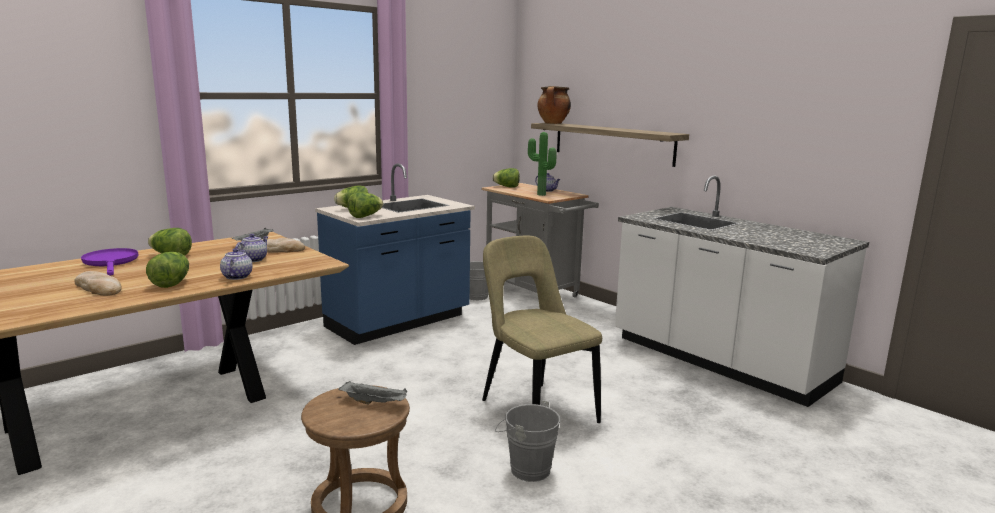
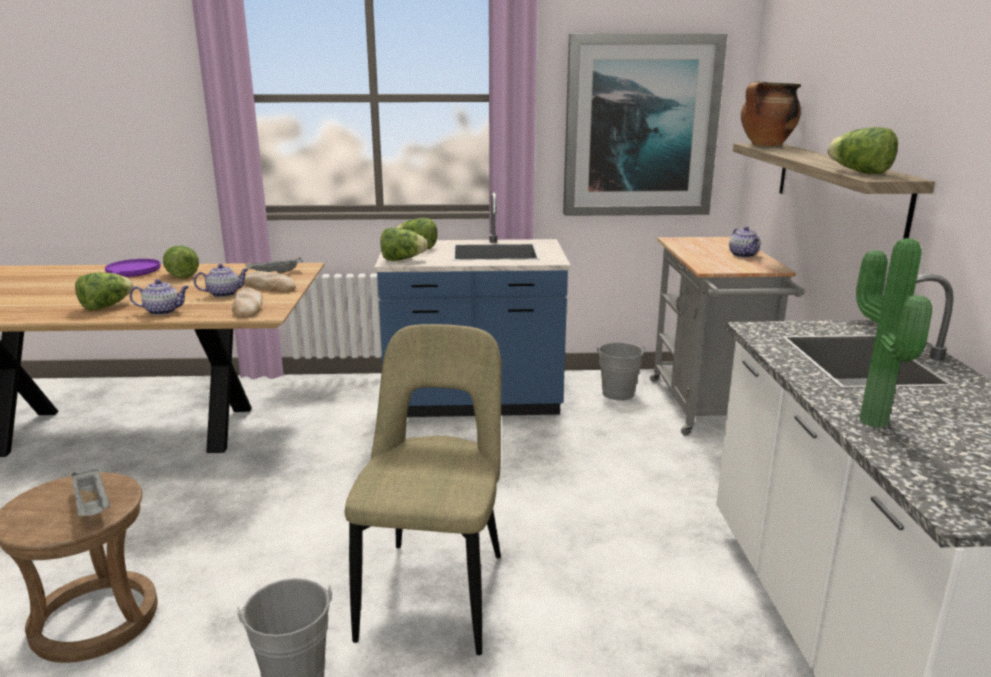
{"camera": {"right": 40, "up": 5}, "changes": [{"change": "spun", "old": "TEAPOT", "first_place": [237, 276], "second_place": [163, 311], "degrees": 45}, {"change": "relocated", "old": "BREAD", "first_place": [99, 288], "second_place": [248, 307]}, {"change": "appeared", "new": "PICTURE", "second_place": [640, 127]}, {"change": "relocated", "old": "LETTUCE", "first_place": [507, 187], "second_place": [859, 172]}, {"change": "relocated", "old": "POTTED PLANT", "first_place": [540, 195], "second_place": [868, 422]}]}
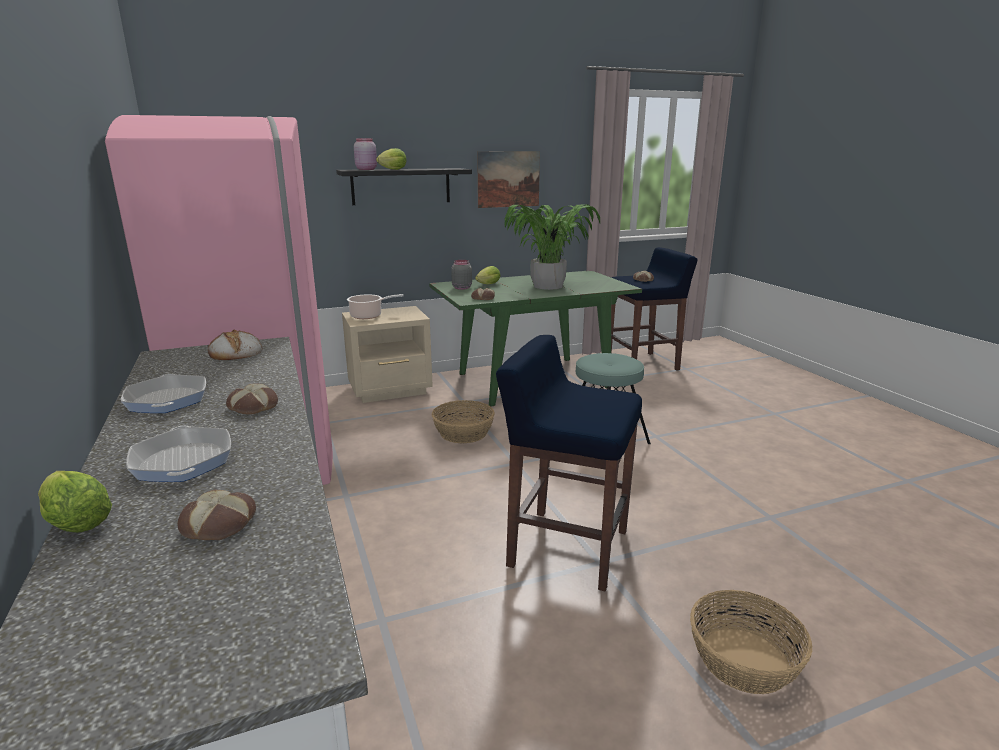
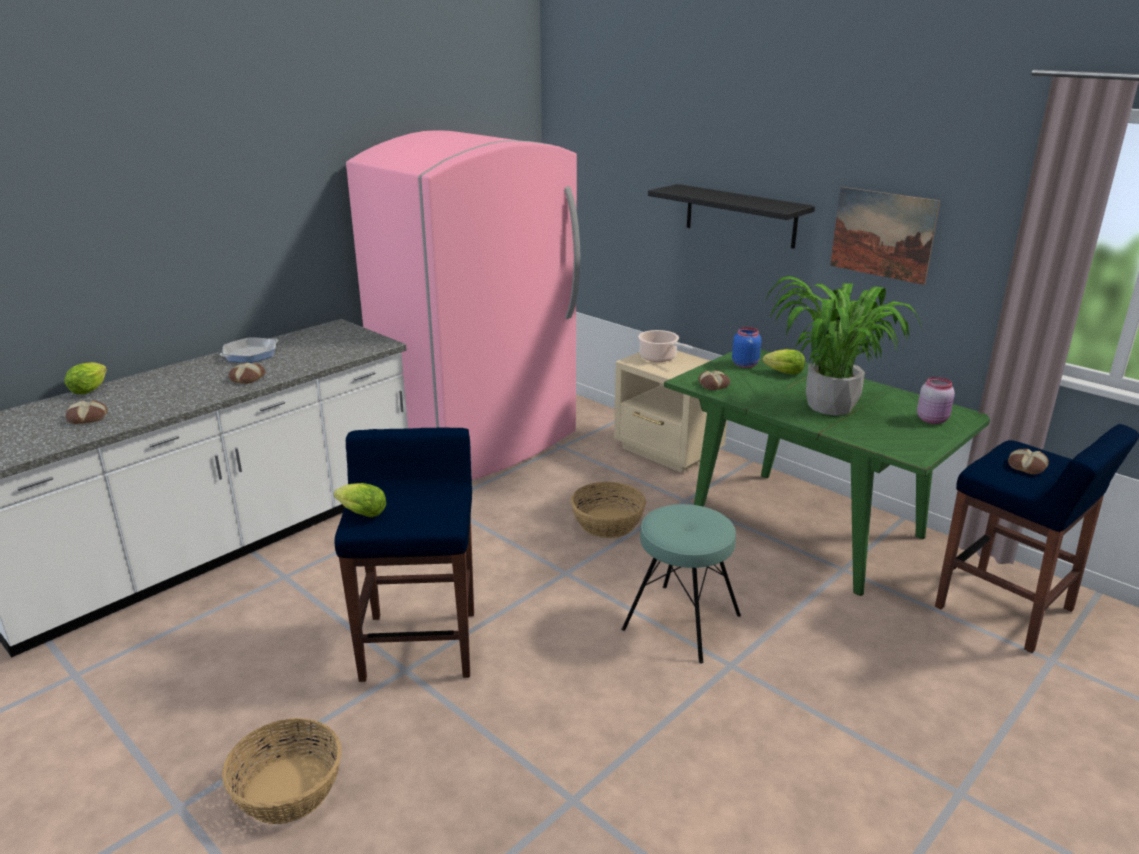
{"camera": {"right": 65, "up": 5}, "changes": [{"change": "relocated", "old": "LETTUCE", "first_place": [391, 169], "second_place": [360, 513]}, {"change": "colour", "old": "GREY JAR", "new": "BLUE JAR", "first_place": [461, 288], "second_place": [745, 364]}, {"change": "relocated", "old": "PINK JAR", "first_place": [366, 169], "second_place": [932, 419]}, {"change": "missing", "old": "FRYING PAN", "first_place": [183, 462]}, {"change": "missing", "old": "BREAD", "first_place": [235, 353]}]}
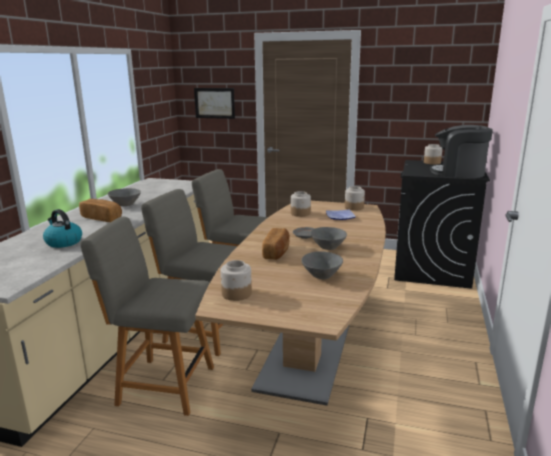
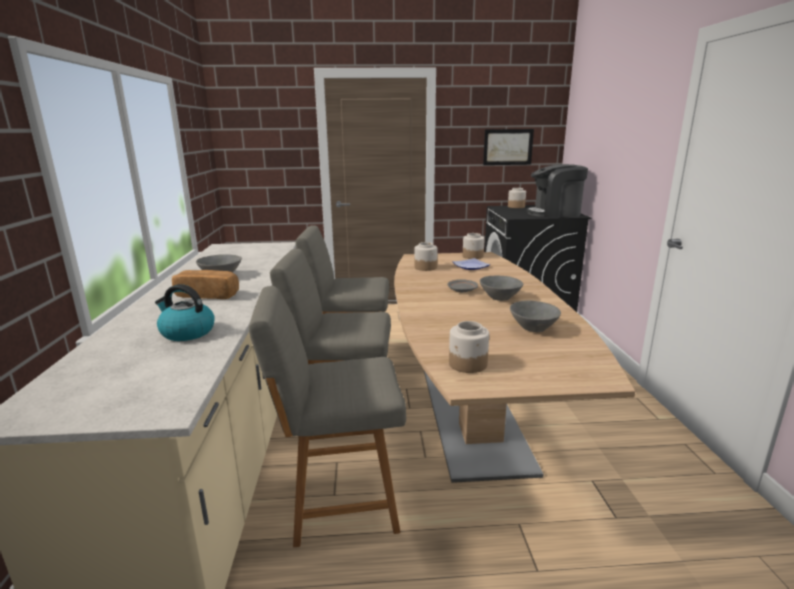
{"camera": {"right": -20, "up": 0}, "changes": [{"change": "relocated", "old": "PICTURE", "first_place": [214, 103], "second_place": [508, 147]}, {"change": "missing", "old": "BREAD", "first_place": [277, 252]}]}
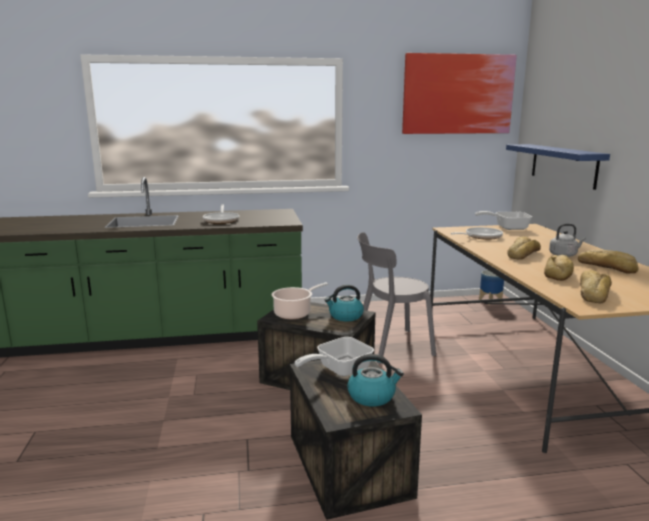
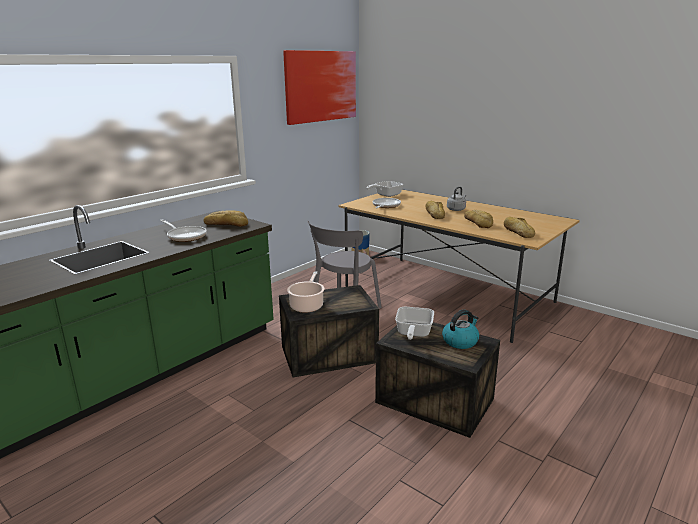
{"camera": {"right": -40, "up": 5}, "changes": [{"change": "relocated", "old": "BREAD", "first_place": [607, 267], "second_place": [226, 224]}, {"change": "missing", "old": "KETTLE", "first_place": [345, 316]}, {"change": "missing", "old": "BLUE SHELF", "first_place": [563, 165]}]}
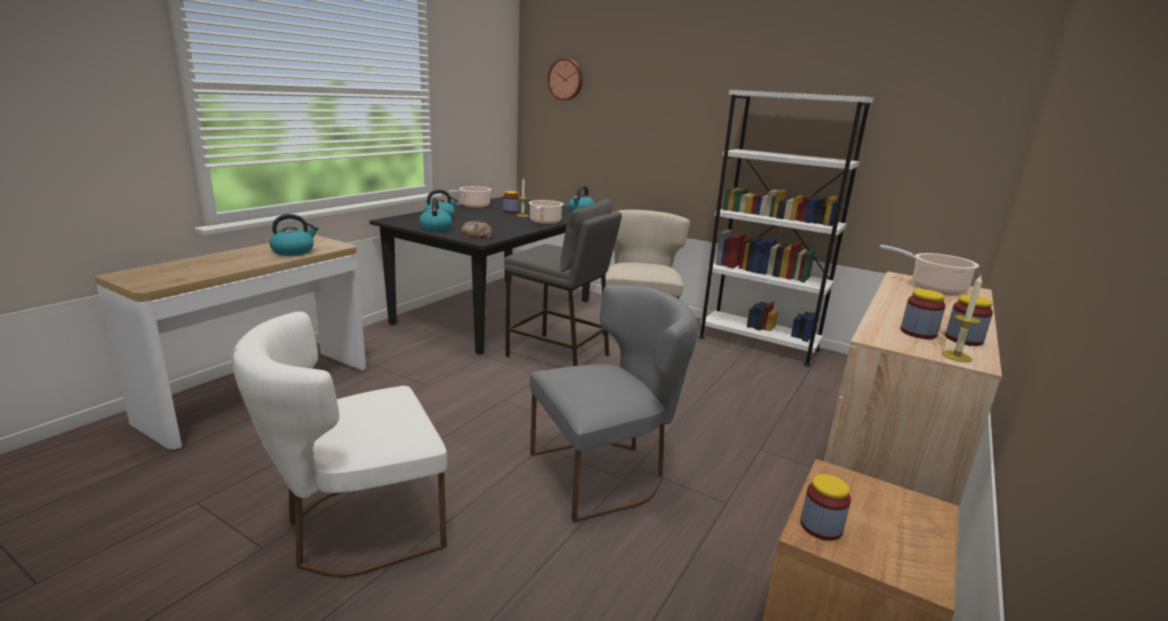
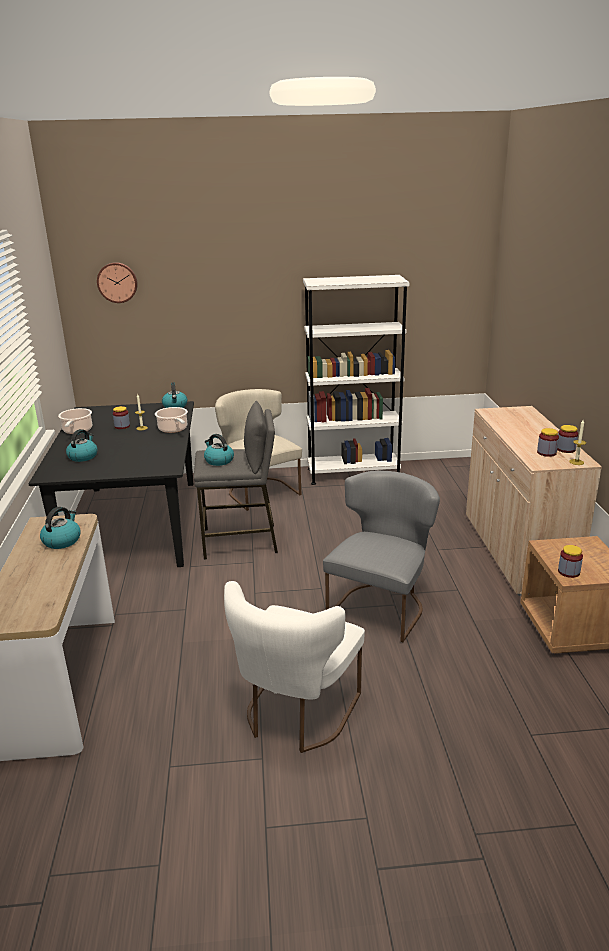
{"camera": {"right": -35, "up": 5}, "changes": [{"change": "relocated", "old": "KETTLE", "first_place": [435, 228], "second_place": [218, 460]}, {"change": "missing", "old": "BREAD", "first_place": [476, 235]}, {"change": "missing", "old": "COOKING POT", "first_place": [933, 288]}]}
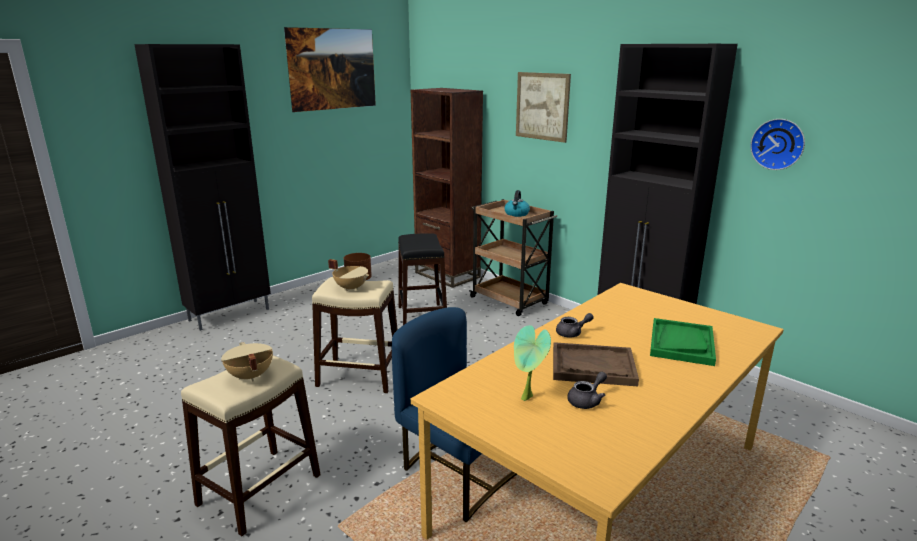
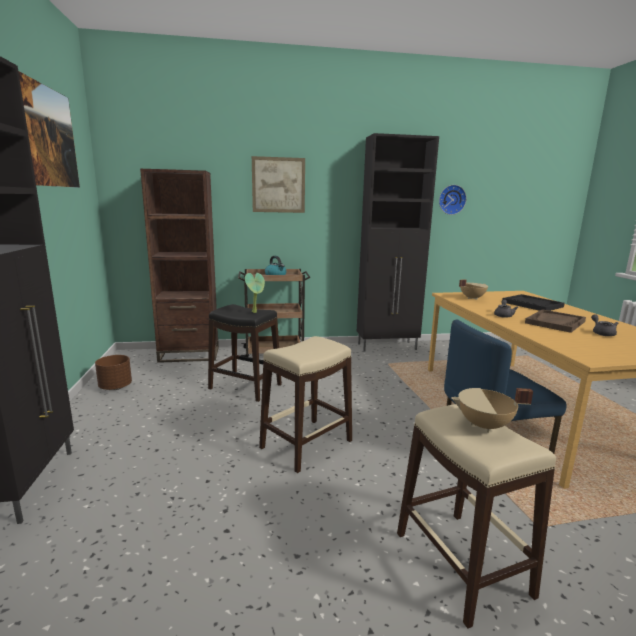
{"camera": {"right": -55, "up": -5}, "changes": [{"change": "relocated", "old": "POTTED PLANT", "first_place": [527, 399], "second_place": [255, 312]}, {"change": "relocated", "old": "BEIGE COOKING POT", "first_place": [351, 288], "second_place": [471, 298]}, {"change": "colour", "old": "GREEN TRAY", "new": "BLACK TRAY", "first_place": [681, 343], "second_place": [532, 304]}]}
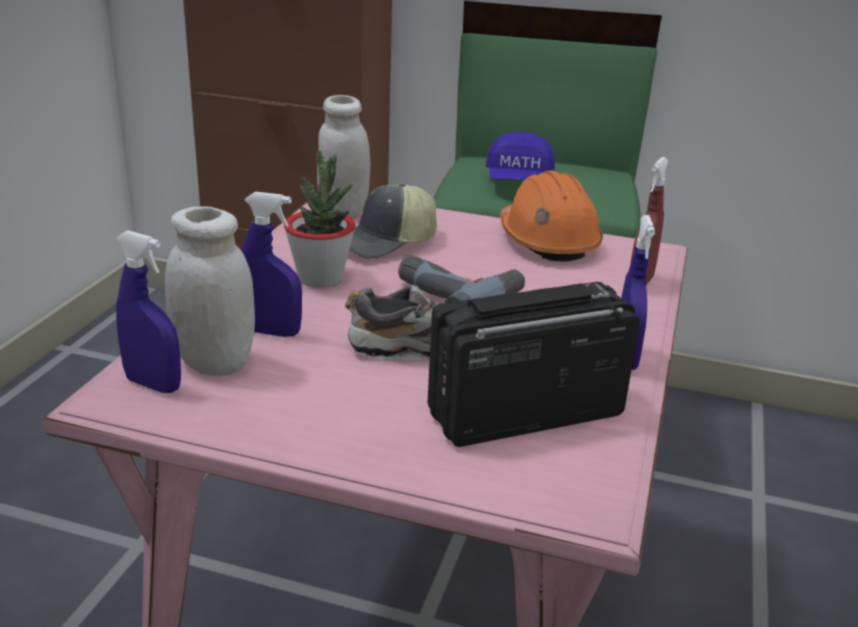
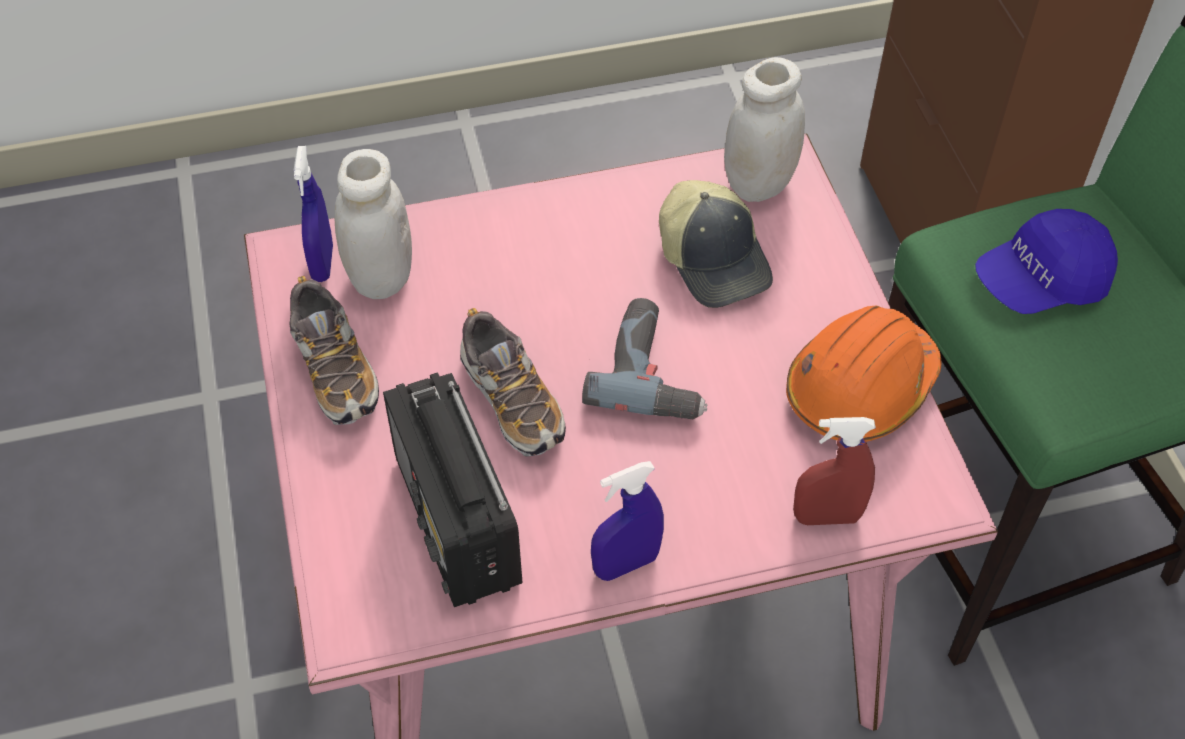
{"camera": {"right": 60, "up": 25}, "changes": [{"change": "appeared", "new": "SHOE", "second_place": [335, 370]}, {"change": "spun", "old": "RADIO", "first_place": [523, 414], "second_place": [457, 523], "degrees": -150}, {"change": "spun", "old": "CAP", "first_place": [386, 243], "second_place": [715, 259], "degrees": -135}, {"change": "missing", "old": "BLUE SPRAY BOTTLE", "first_place": [271, 332]}, {"change": "missing", "old": "POTTED PLANT", "first_place": [320, 279]}]}
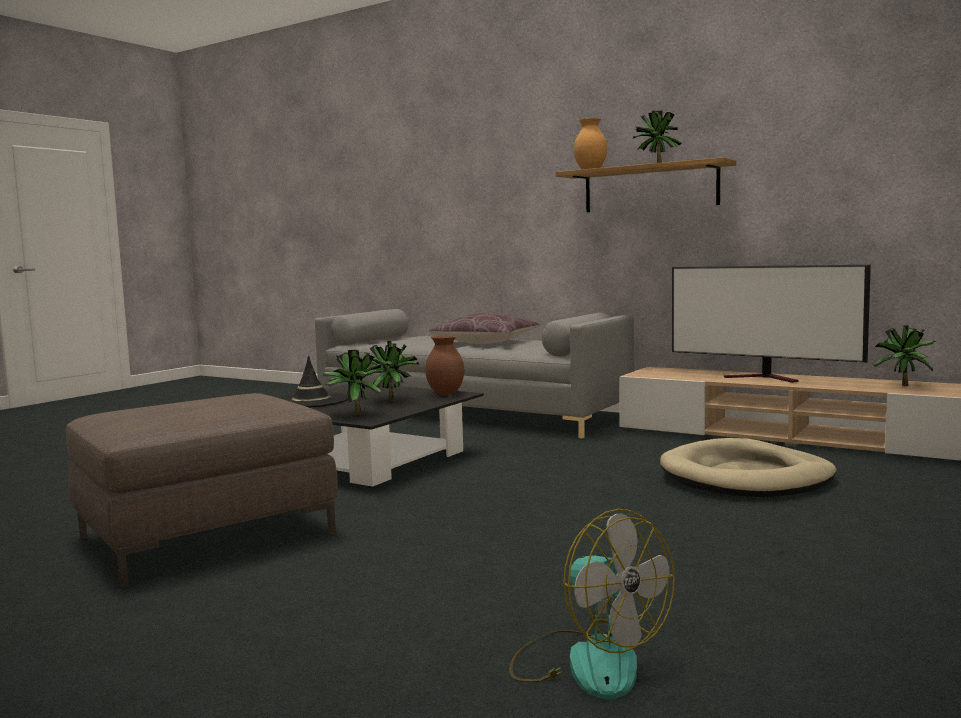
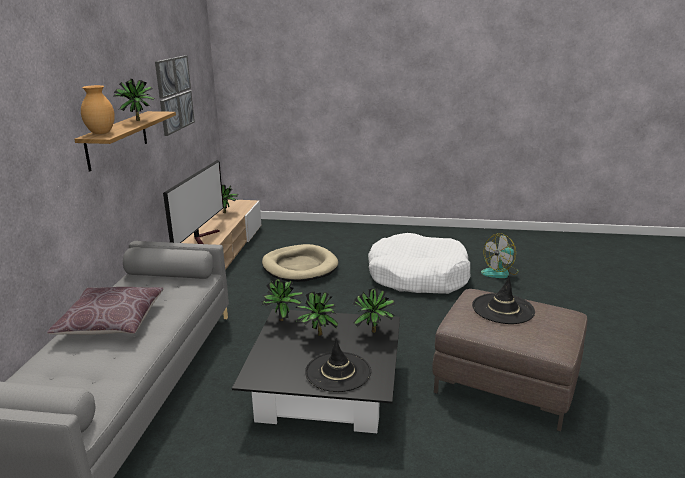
{"camera": {"right": -115, "up": 15}, "changes": [{"change": "appeared", "new": "PICTURE", "second_place": [174, 94]}, {"change": "exchanged", "old": "BROWN VASE", "new": "POTTED PLANT", "first_place": [445, 394], "second_place": [284, 321]}, {"change": "appeared", "new": "WHITE DOG BED", "second_place": [418, 276]}, {"change": "appeared", "new": "BLACK HAT", "second_place": [503, 309]}, {"change": "spun", "old": "FAN", "first_place": [587, 662], "second_place": [500, 272], "degrees": -150}]}
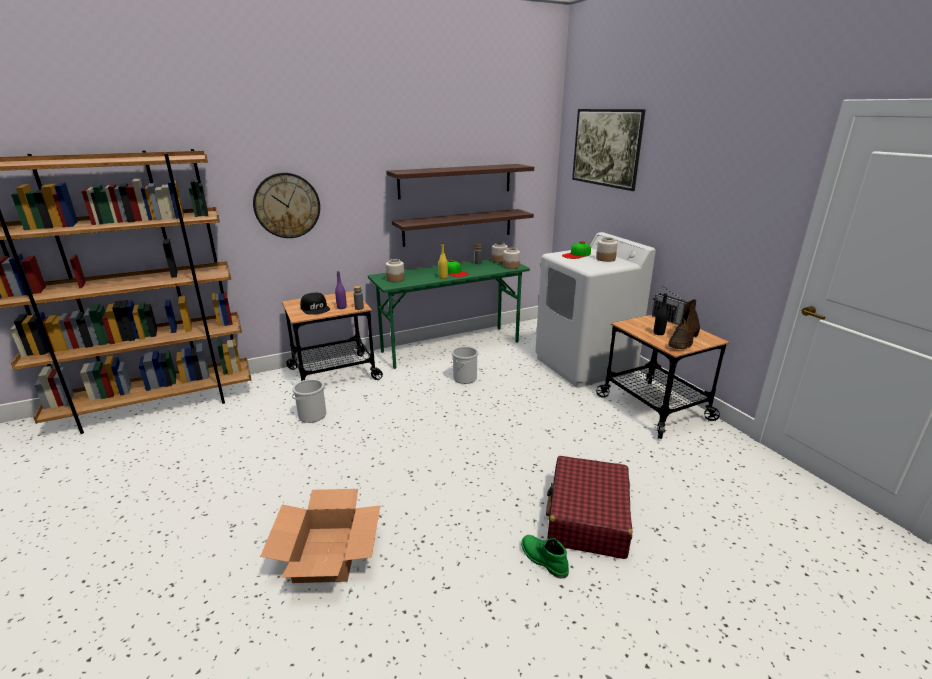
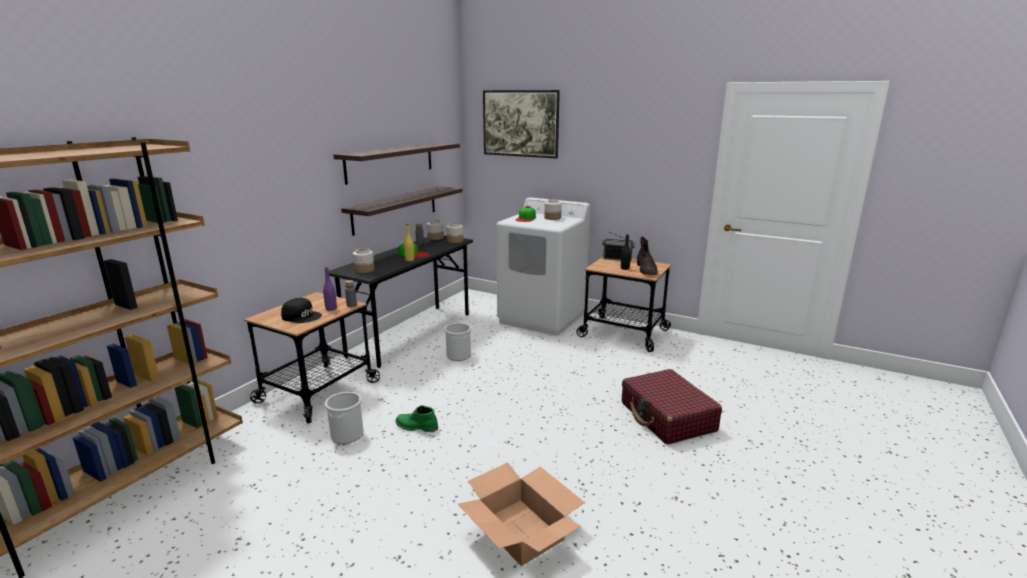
{"camera": {"right": -35, "up": -5}, "changes": [{"change": "colour", "old": "GREEN DESK", "new": "GREY DESK", "first_place": [451, 347], "second_place": [411, 334]}, {"change": "relocated", "old": "GREEN BOOT", "first_place": [543, 560], "second_place": [416, 427]}, {"change": "missing", "old": "WALL CLOCK", "first_place": [287, 205]}]}
